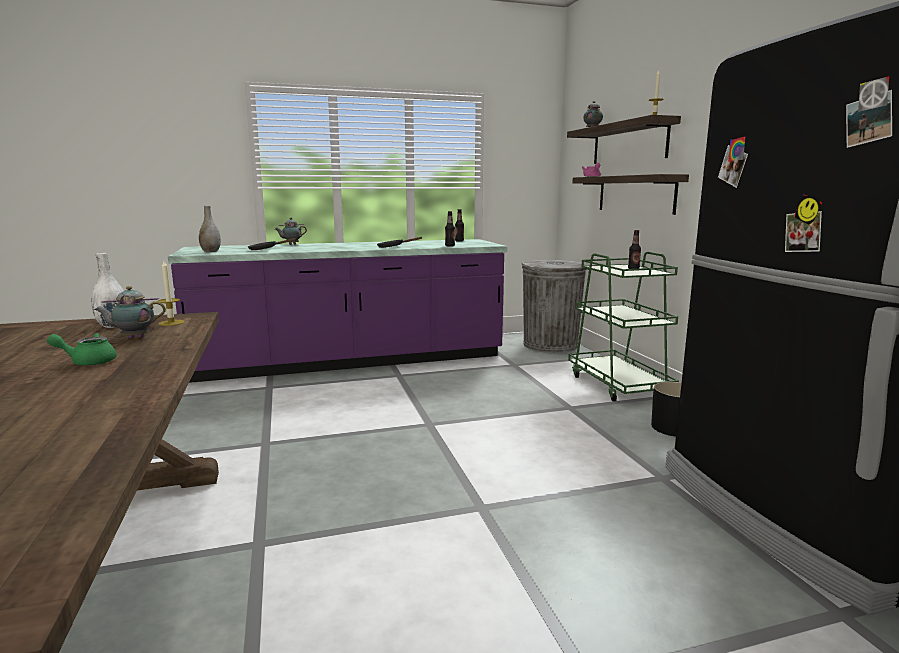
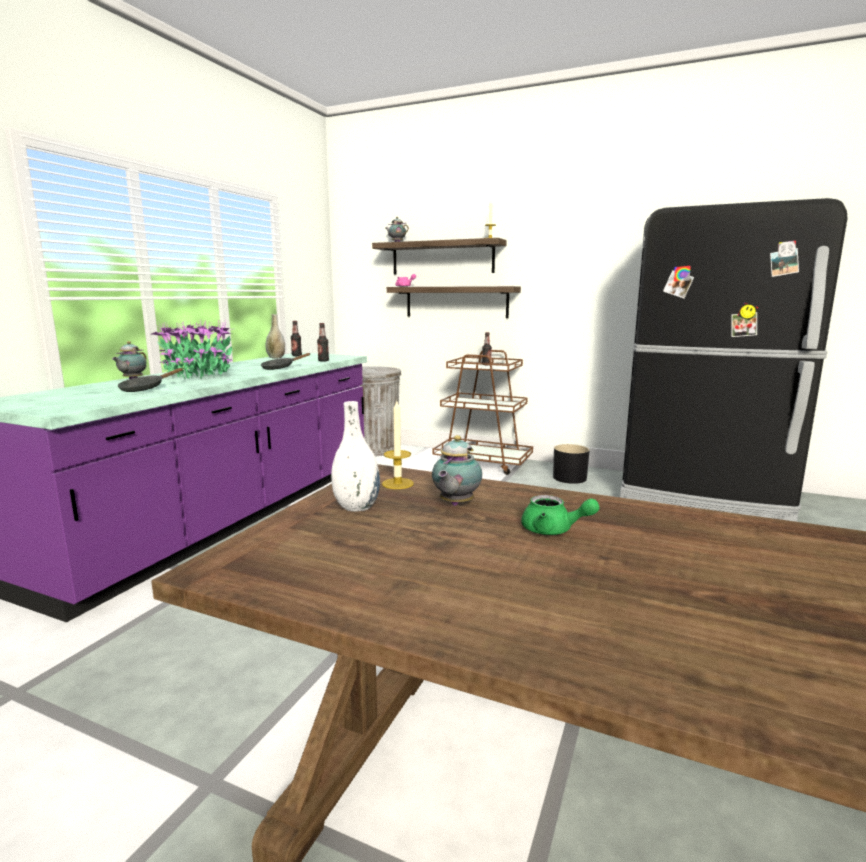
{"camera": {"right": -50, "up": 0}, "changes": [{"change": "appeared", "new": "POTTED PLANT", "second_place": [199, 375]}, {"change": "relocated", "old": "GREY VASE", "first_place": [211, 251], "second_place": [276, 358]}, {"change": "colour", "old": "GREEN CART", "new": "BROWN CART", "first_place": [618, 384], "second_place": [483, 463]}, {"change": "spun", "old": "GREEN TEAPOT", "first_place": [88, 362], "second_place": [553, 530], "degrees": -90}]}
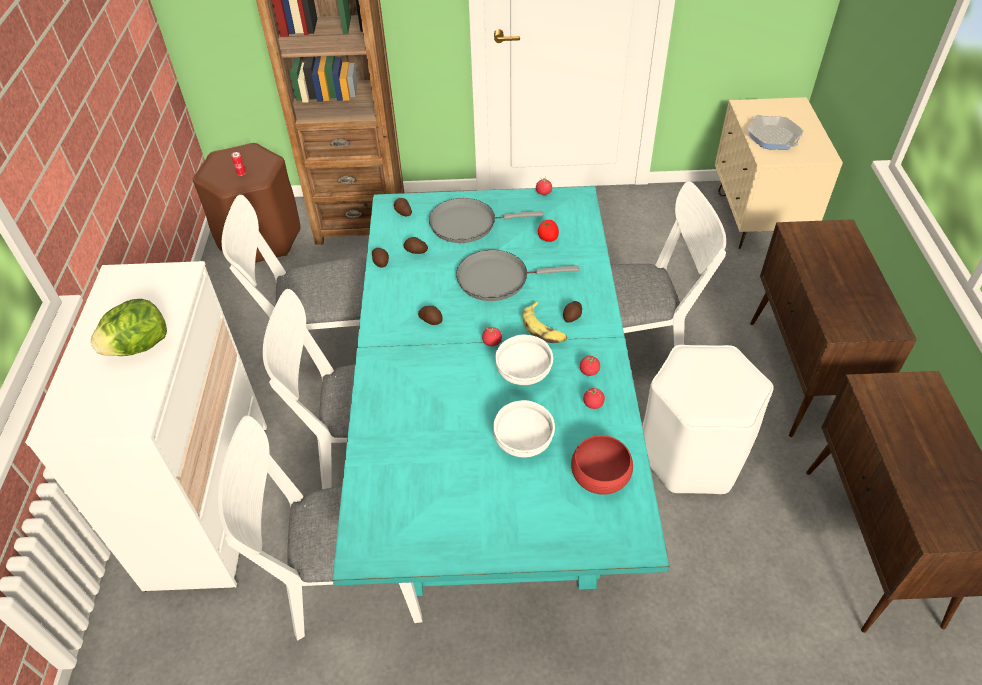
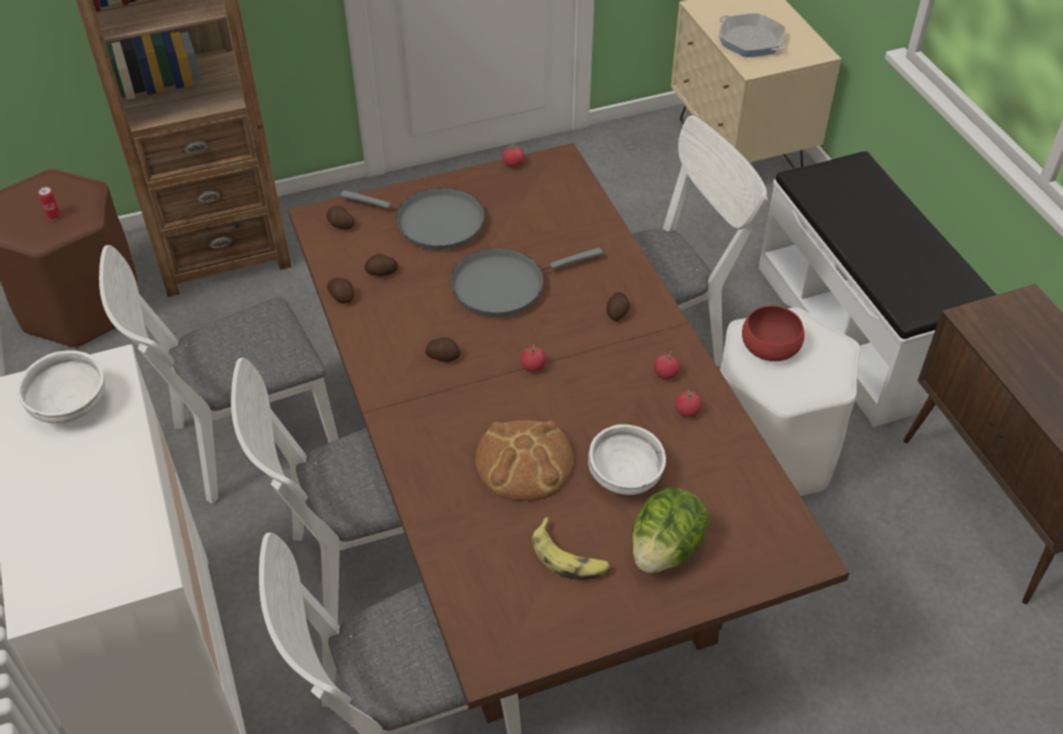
{"camera": {"right": -20, "up": 0}, "changes": [{"change": "relocated", "old": "WHITE BOWL", "first_place": [523, 373], "second_place": [70, 406]}, {"change": "colour", "old": "TURQUOISE DINING TABLE", "new": "BROWN DINING TABLE", "first_place": [494, 455], "second_place": [529, 517]}, {"change": "spun", "old": "GREY FRYING PAN", "first_place": [467, 224], "second_place": [433, 223], "degrees": -135}, {"change": "appeared", "new": "BREAD", "second_place": [524, 462]}, {"change": "relocated", "old": "BANANA", "first_place": [544, 329], "second_place": [569, 558]}, {"change": "relocated", "old": "LETTUCE", "first_place": [139, 346], "second_place": [665, 549]}, {"change": "relocated", "old": "RED BOWL", "first_place": [600, 475], "second_place": [770, 346]}, {"change": "exchanged", "old": "BROWN CABINET", "new": "WHITE BENCH", "first_place": [801, 376], "second_place": [858, 329]}, {"change": "missing", "old": "TOMATO", "first_place": [548, 238]}]}
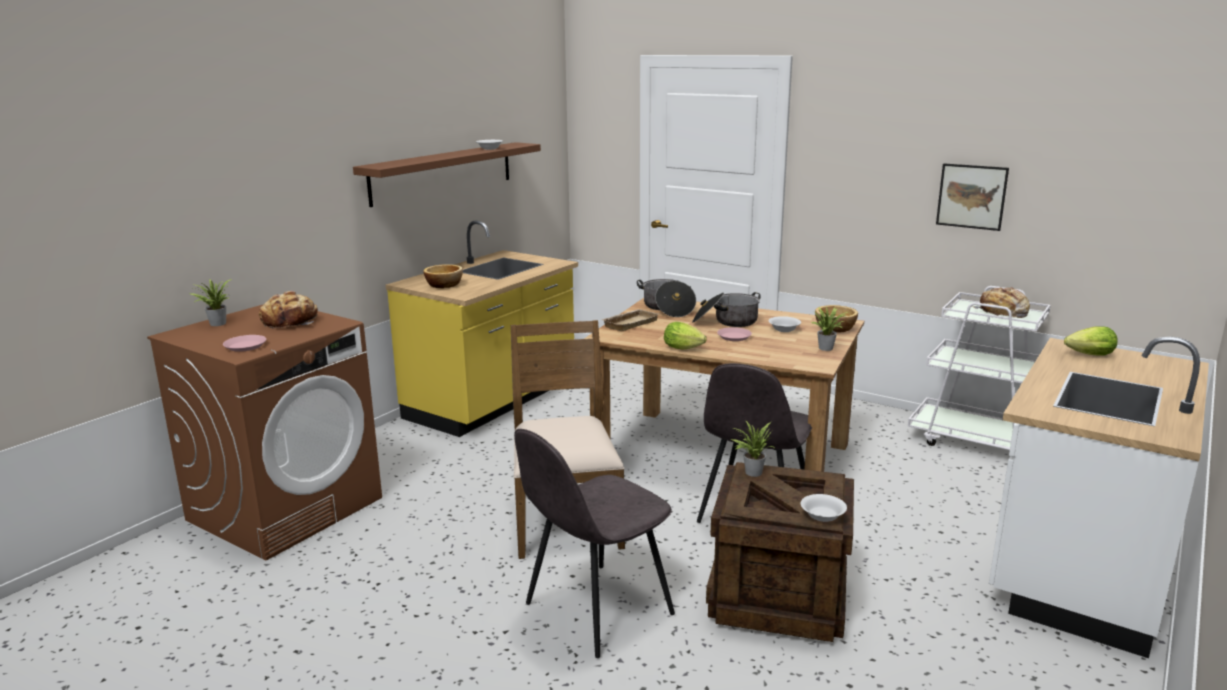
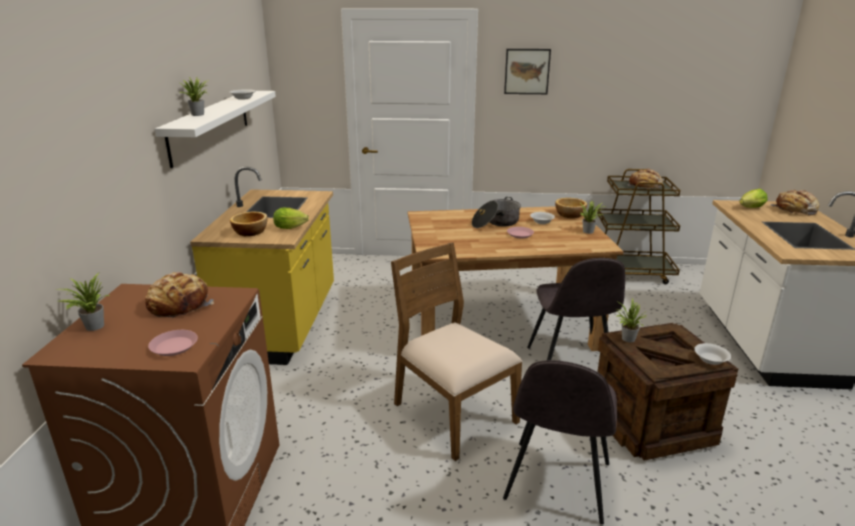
{"camera": {"right": -30, "up": 5}, "changes": [{"change": "colour", "old": "BROWN SHELF", "new": "WHITE SHELF", "first_place": [443, 172], "second_place": [210, 125]}, {"change": "appeared", "new": "POTTED PLANT", "second_place": [199, 114]}, {"change": "relocated", "old": "LETTUCE", "first_place": [685, 349], "second_place": [292, 228]}, {"change": "relocated", "old": "PICTURE", "first_place": [971, 196], "second_place": [527, 71]}, {"change": "colour", "old": "WHITE CART", "new": "BROWN CART", "first_place": [977, 441], "second_place": [629, 273]}, {"change": "appeared", "new": "BREAD", "second_place": [795, 210]}, {"change": "missing", "old": "BEIGE TRAY", "first_place": [629, 323]}, {"change": "missing", "old": "COOKING POT", "first_place": [667, 308]}]}
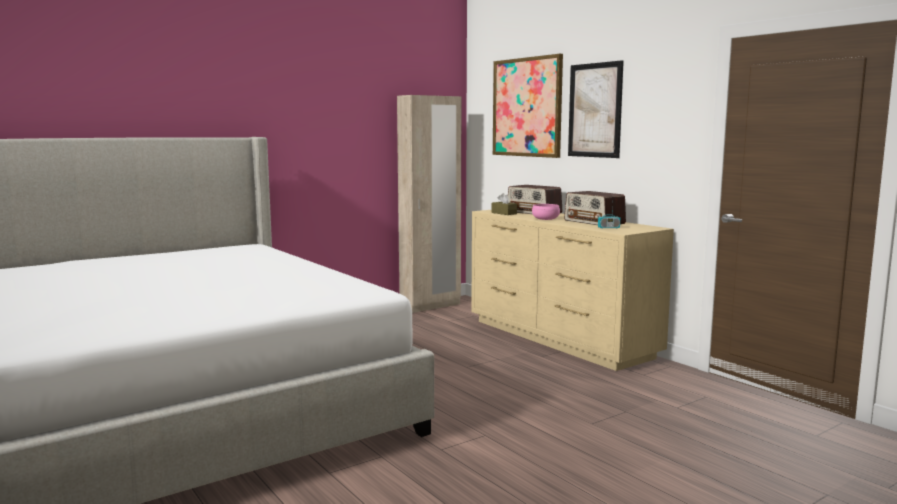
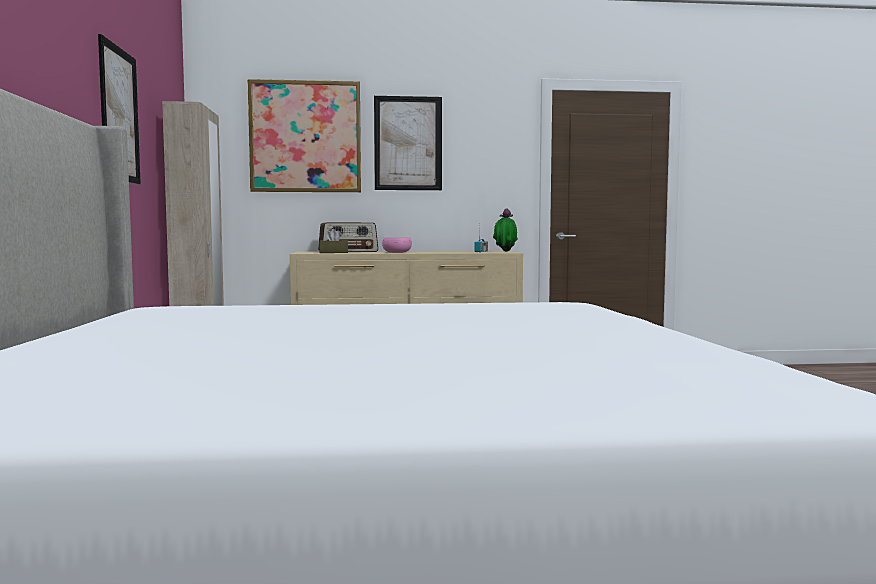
{"camera": {"right": -60, "up": -5}, "changes": [{"change": "appeared", "new": "PICTURE", "second_place": [119, 114]}, {"change": "appeared", "new": "POTTED PLANT", "second_place": [505, 251]}, {"change": "missing", "old": "RADIO", "first_place": [594, 222]}]}
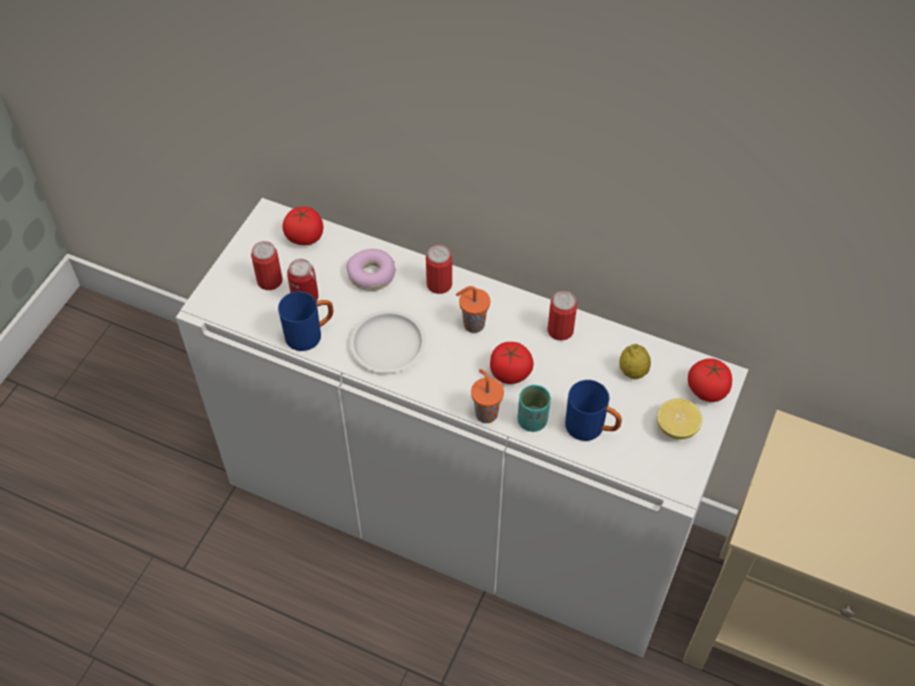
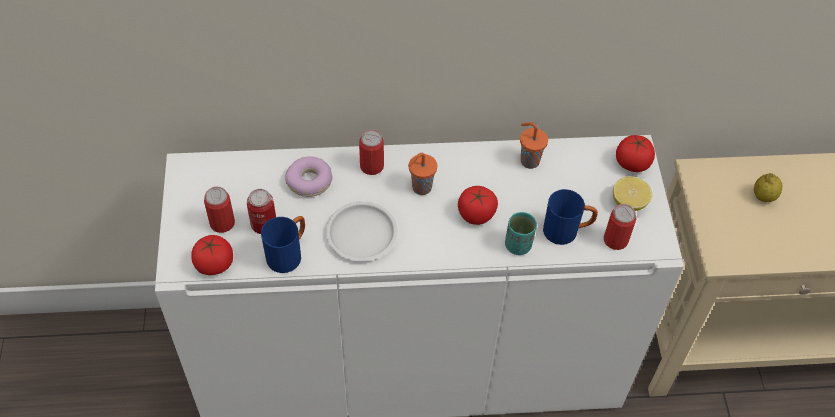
{"camera": {"right": -30, "up": 0}, "changes": [{"change": "relocated", "old": "TOMATO", "first_place": [305, 237], "second_place": [214, 264]}, {"change": "relocated", "old": "ORANGE CUP", "first_place": [485, 412], "second_place": [528, 160]}, {"change": "relocated", "old": "CAN", "first_place": [560, 330], "second_place": [615, 240]}, {"change": "relocated", "old": "LEMON", "first_place": [633, 371], "second_place": [763, 197]}]}
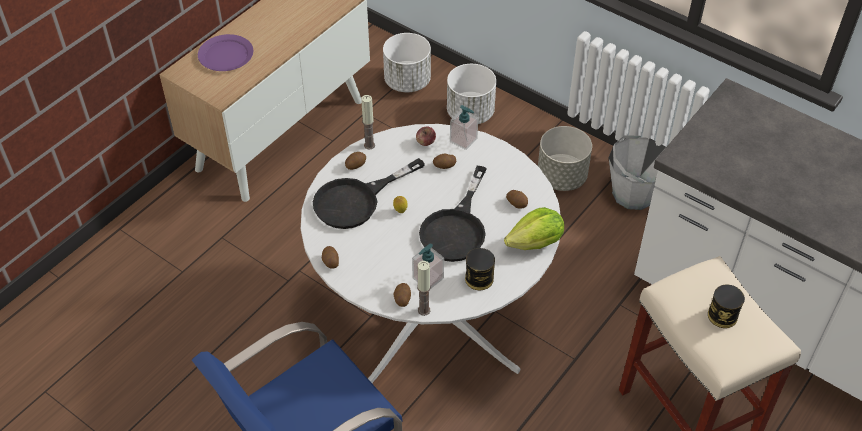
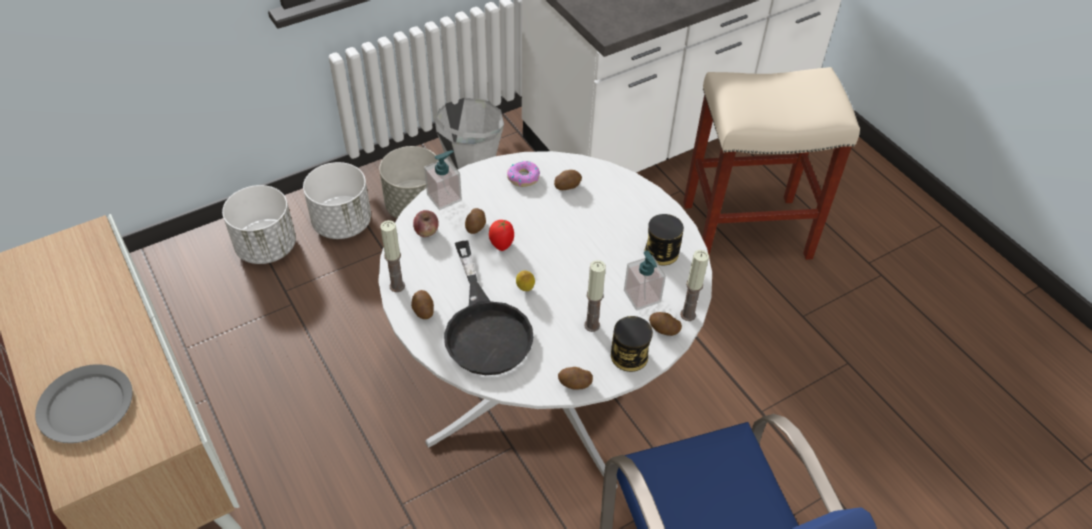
{"camera": {"right": -70, "up": 0}, "changes": [{"change": "colour", "old": "PURPLE PLATE", "new": "GREY PLATE", "first_place": [226, 55], "second_place": [86, 405]}, {"change": "relocated", "old": "WHITE PLANTER", "first_place": [408, 81], "second_place": [342, 223]}, {"change": "appeared", "new": "TOMATO", "second_place": [501, 244]}, {"change": "appeared", "new": "DONUT", "second_place": [523, 177]}, {"change": "appeared", "new": "CANDLE", "second_place": [592, 325]}, {"change": "relocated", "old": "CAN", "first_place": [722, 315], "second_place": [629, 356]}, {"change": "missing", "old": "BLACK FRYING PAN", "first_place": [456, 228]}, {"change": "missing", "old": "LETTUCE", "first_place": [536, 243]}]}
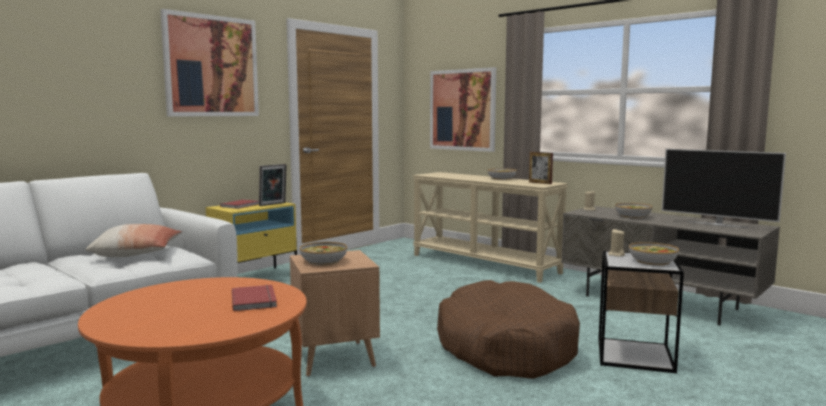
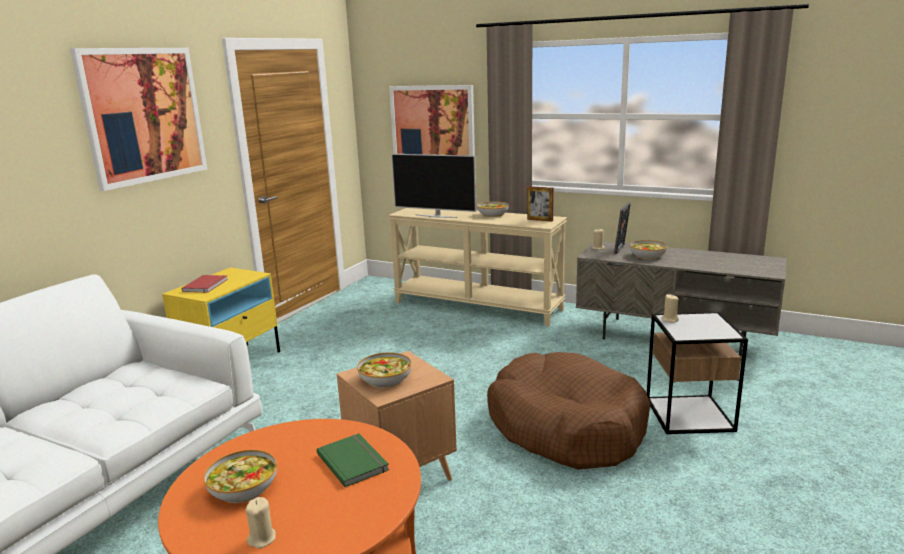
{"camera": {"right": -15, "up": 10}, "changes": [{"change": "relocated", "old": "BOWL", "first_place": [653, 261], "second_place": [243, 488]}, {"change": "appeared", "new": "BEIGE CANDLE", "second_place": [262, 539]}, {"change": "colour", "old": "RED BOOK", "new": "GREEN BOOK", "first_place": [255, 300], "second_place": [354, 461]}, {"change": "relocated", "old": "TELEVISION", "first_place": [717, 224], "second_place": [436, 216]}, {"change": "relocated", "old": "PICTURE FRAME", "first_place": [273, 204], "second_place": [621, 249]}, {"change": "missing", "old": "PILLOW", "first_place": [137, 254]}]}
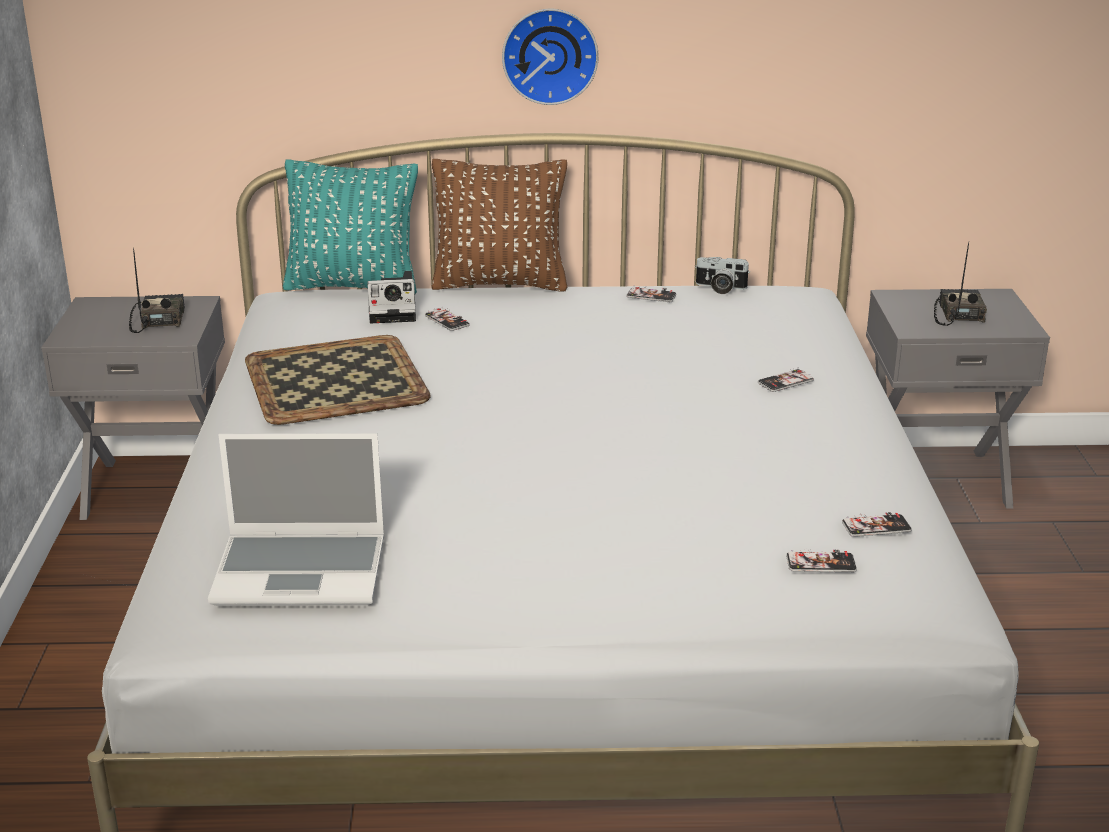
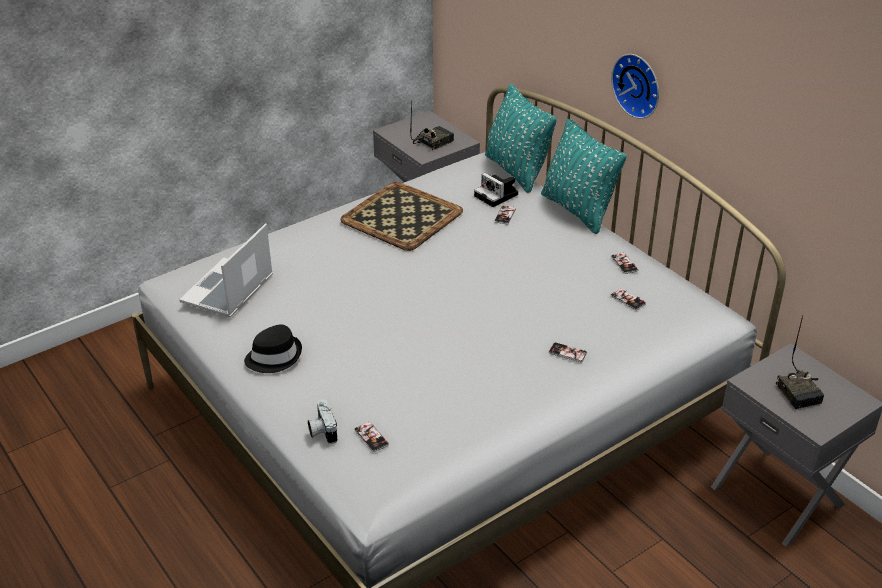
{"camera": {"right": 55, "up": 10}, "changes": [{"change": "spun", "old": "LAPTOP", "first_place": [303, 571], "second_place": [228, 291], "degrees": 60}, {"change": "appeared", "new": "BLACK HAT", "second_place": [274, 356]}, {"change": "relocated", "old": "PHOTO CAMERA", "first_place": [720, 288], "second_place": [322, 430]}, {"change": "colour", "old": "BROWN PILLOW", "new": "TURQUOISE PILLOW", "first_place": [500, 284], "second_place": [578, 210]}, {"change": "relocated", "old": "PHONE", "first_place": [876, 527], "second_place": [628, 300]}, {"change": "spun", "old": "RADIO", "first_place": [957, 314], "second_place": [800, 392], "degrees": 105}]}
